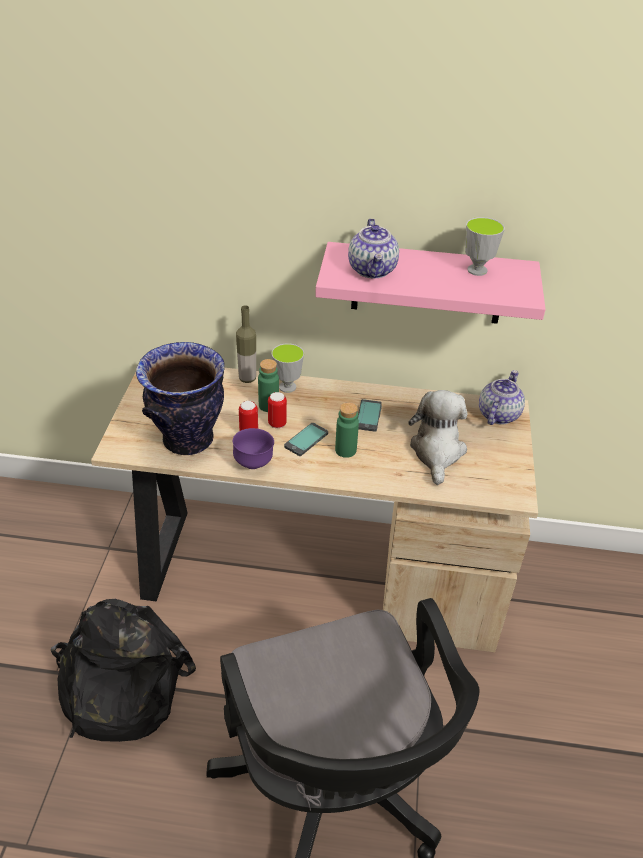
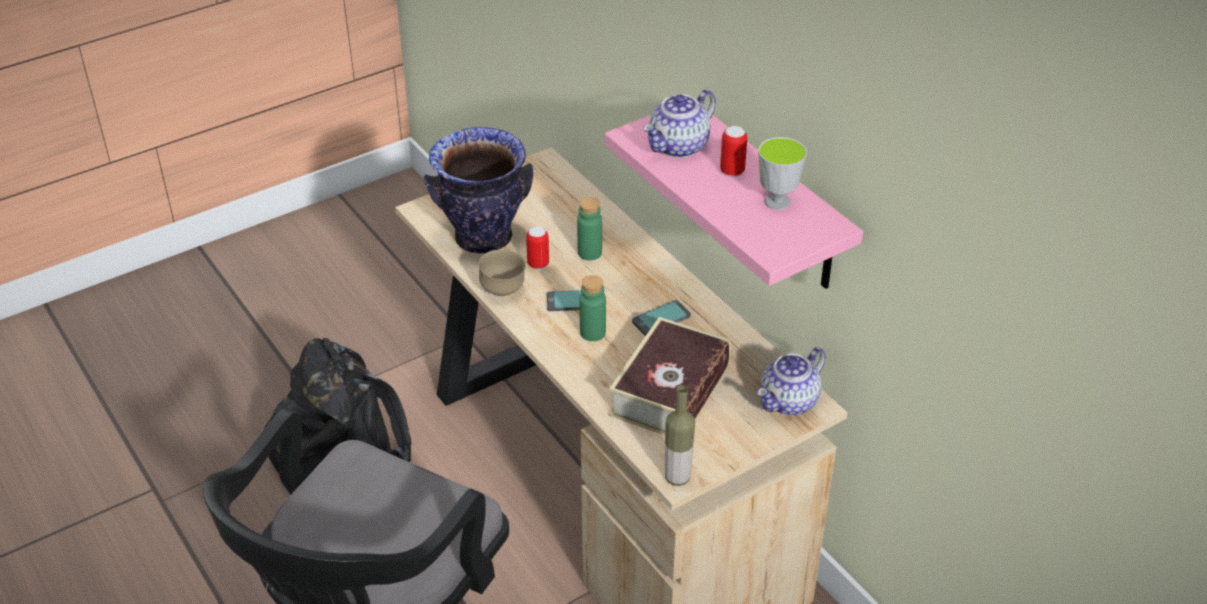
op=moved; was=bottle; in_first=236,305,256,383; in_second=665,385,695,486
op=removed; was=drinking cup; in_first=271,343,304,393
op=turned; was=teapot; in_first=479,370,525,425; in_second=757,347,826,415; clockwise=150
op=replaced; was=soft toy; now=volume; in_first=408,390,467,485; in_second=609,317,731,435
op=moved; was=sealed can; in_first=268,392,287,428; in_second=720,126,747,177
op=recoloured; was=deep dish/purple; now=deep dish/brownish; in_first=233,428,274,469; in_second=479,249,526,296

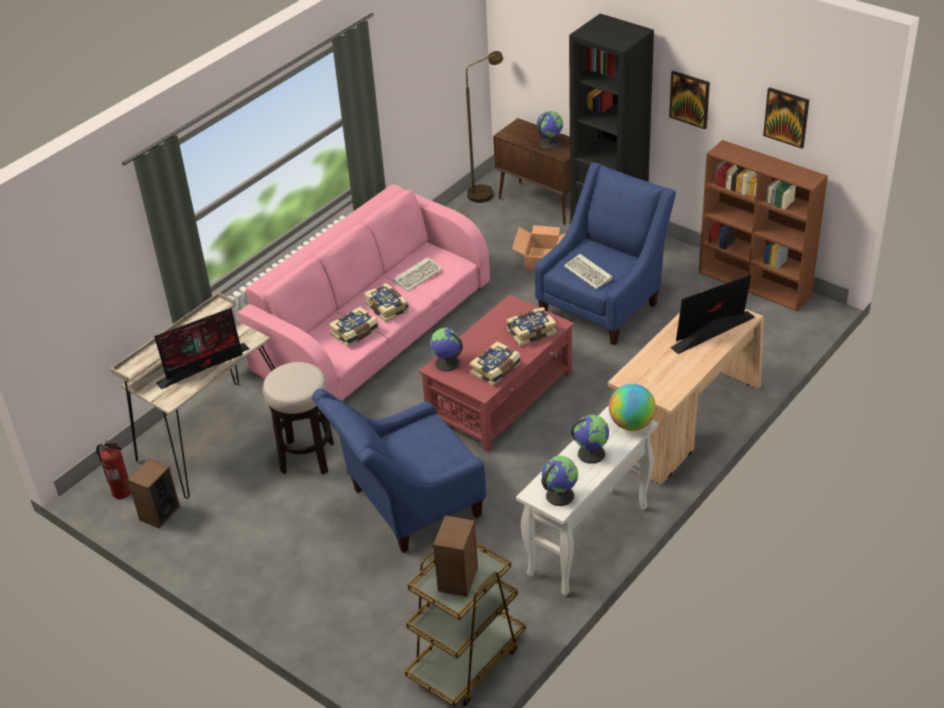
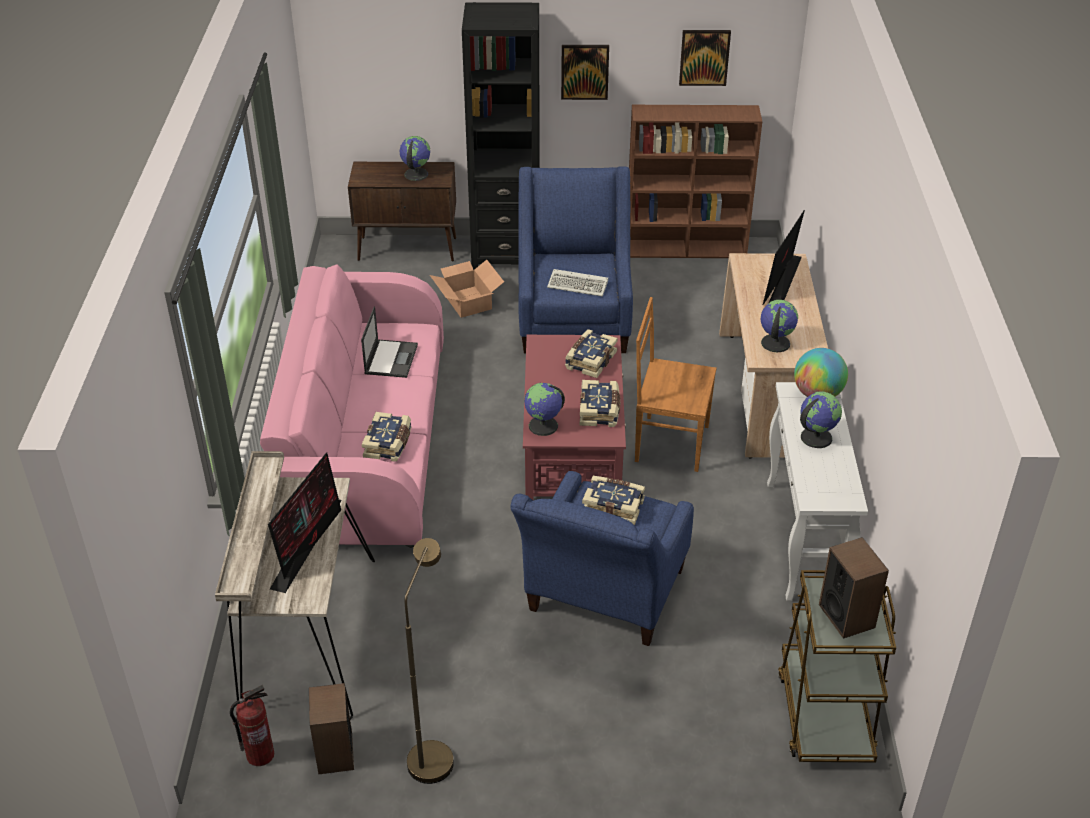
op=moved; was=floor lamp/brownish; in_first=466,51,503,203; in_second=405,538,454,784
op=replaced; was=PC keyboard; now=notebook computer; in_first=393,257,442,291; in_second=361,306,418,378
op=moved; was=volume; in_first=364,283,409,323; in_second=582,476,645,525
op=removed; was=sitting stool; in_first=263,362,334,475
op=moved; was=globe; in_first=541,456,578,506; in_second=761,300,798,352
op=added; now=upright chair/brownish; in_second=635,297,717,472

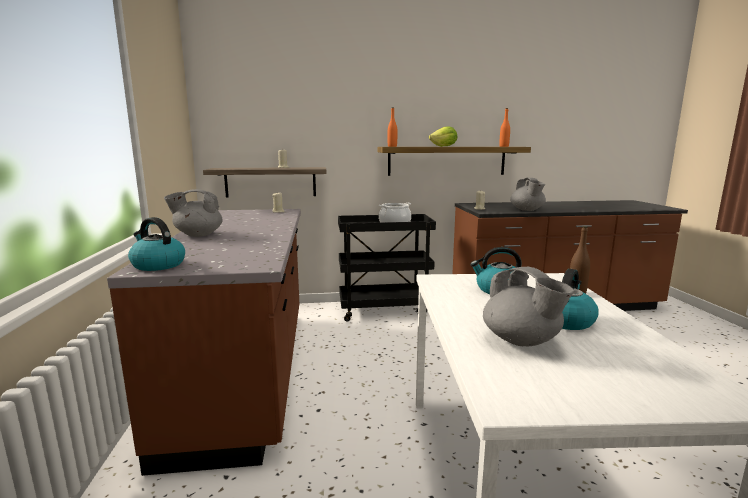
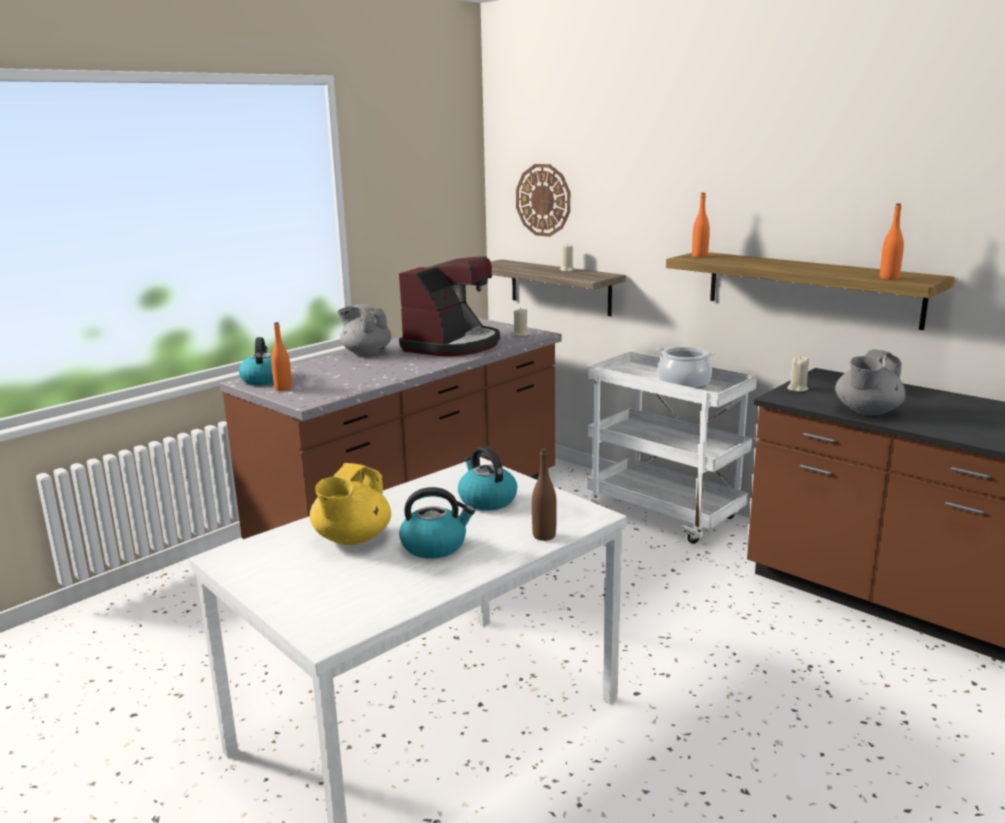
op=removed; was=lettuce head; in_first=429,126,457,147
op=recoloured; was=trolley/black; now=trolley/white; in_first=338,214,436,322; in_second=587,351,757,544
op=recoloured; was=teapot/grey; now=teapot/yellowish; in_first=483,267,574,346; in_second=310,463,391,545
op=added; now=clock on the wall; in_second=516,164,570,237
op=added; now=coffee maker; in_second=399,256,500,356
op=added; now=bottle/orangey; in_second=271,322,292,391

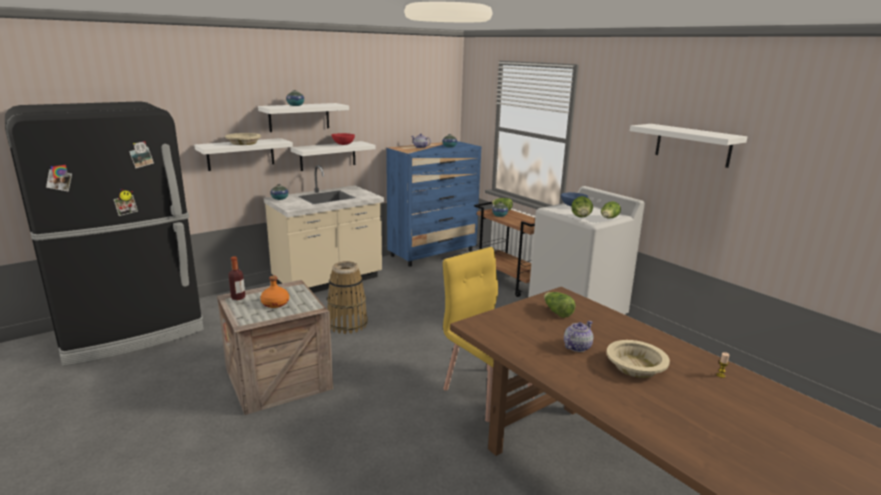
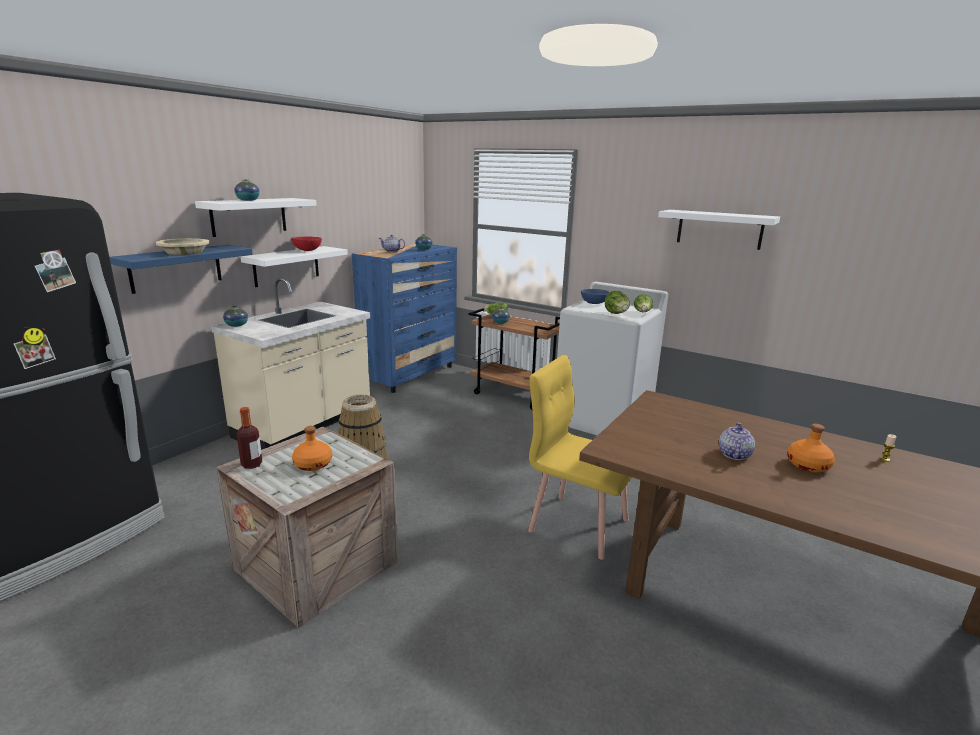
op=recoloured; was=wall shelf/white; now=wall shelf/blue; in_first=194,138,293,171; in_second=110,245,253,294
op=removed; was=lettuce head; in_first=544,292,576,318
op=replaced; was=deep dish/sand-coloured; now=bottle/orangey; in_first=607,340,670,378; in_second=787,424,835,473

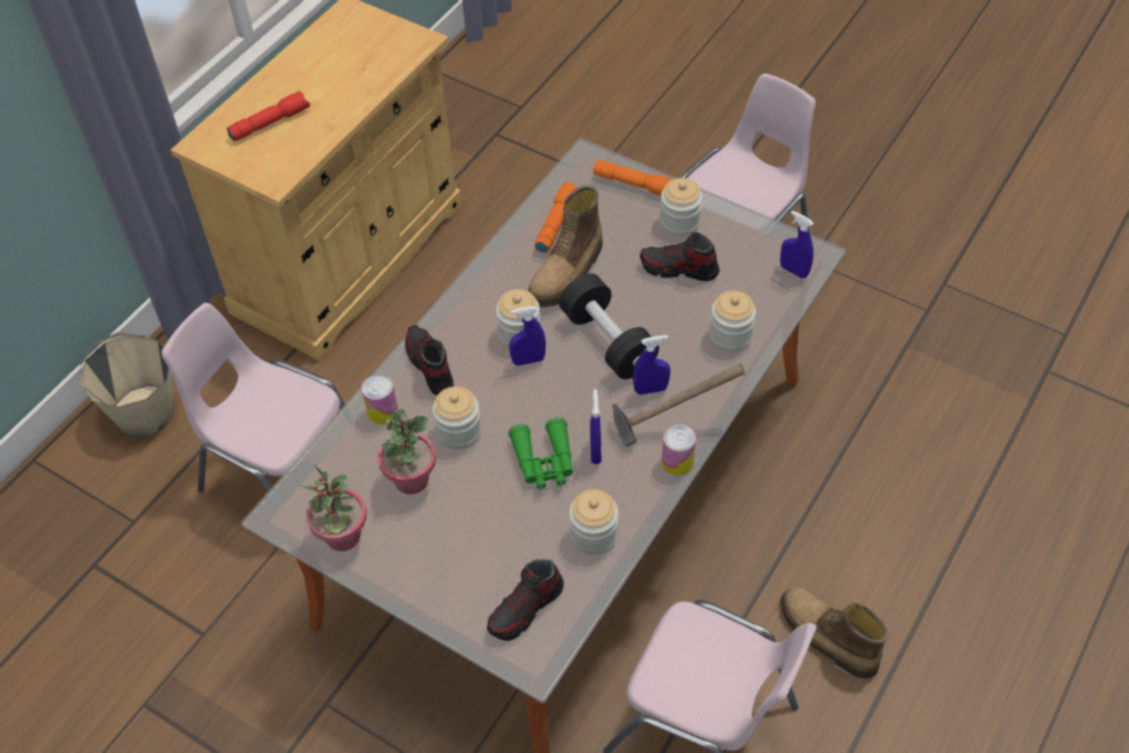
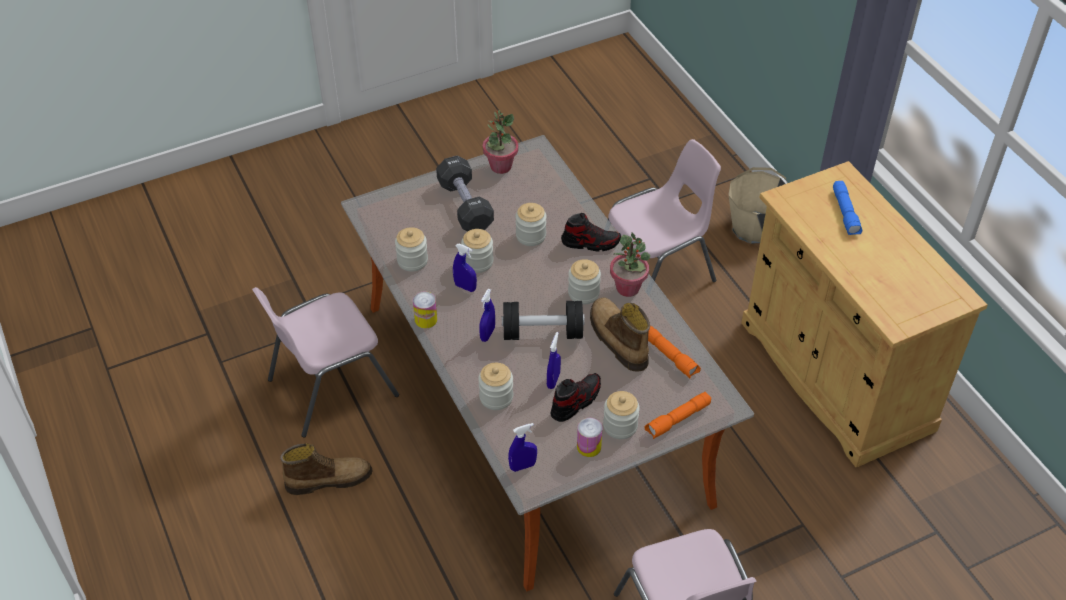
op=recoloured; was=hand torch/reddish; now=hand torch/blue; in_first=226,91,310,142; in_second=833,181,862,235
op=moved; was=spray bottle/blue; in_first=509,306,546,366; in_second=547,332,561,389
op=removed; was=hammer; in_first=612,363,745,446
op=moved; was=sealed can; in_first=361,374,398,424; in_second=577,418,602,457
op=moved; was=houseplant; in_first=378,408,436,494; in_second=610,233,650,297
op=replaced; was=field glasses/green; now=storage jar; in_first=509,418,573,489; in_second=461,229,494,273
op=removed; was=shoe; in_first=487,559,564,641
op=added; now=free weight/black; in_second=436,155,494,231

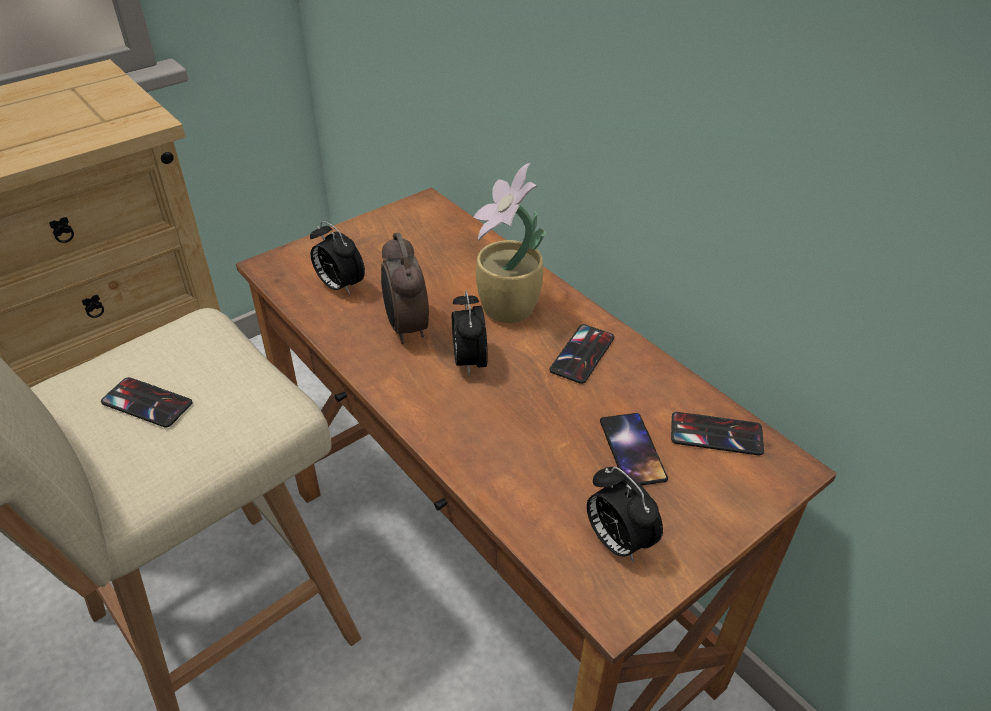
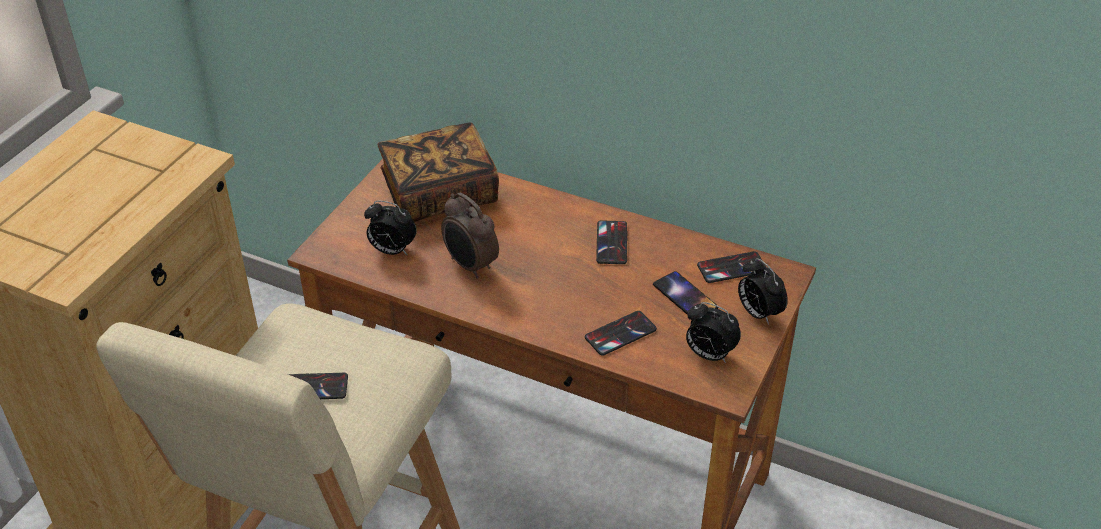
op=removed; was=houseplant; in_first=473,163,546,323
op=moved; was=bedside clock; in_first=452,290,488,376; in_second=738,258,788,325
op=added; now=volume; in_second=378,123,499,222
op=added; now=telephone; in_second=585,311,657,356

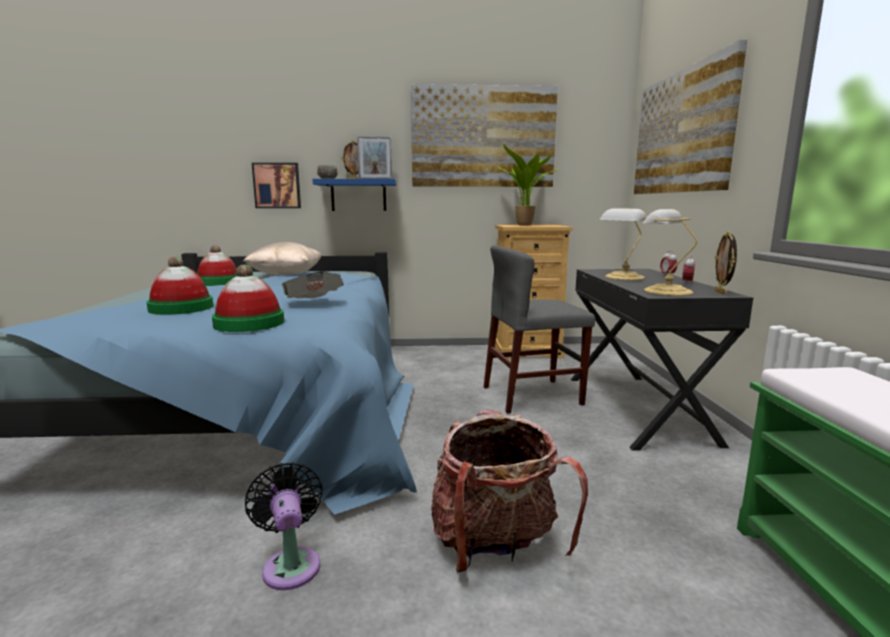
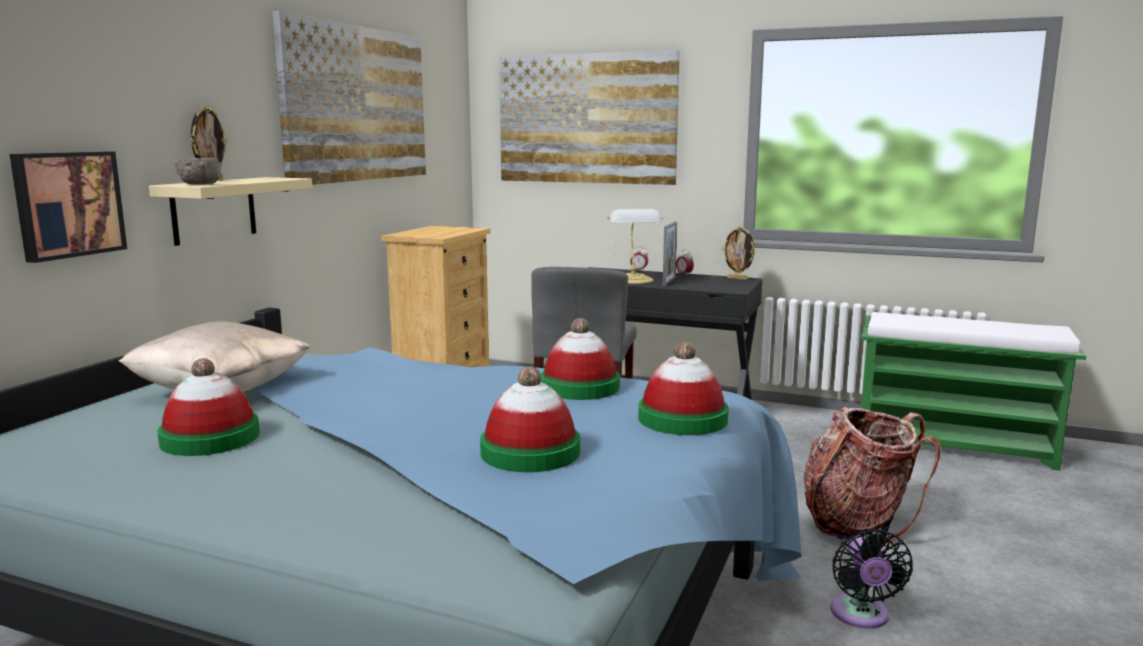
op=moved; was=photo frame; in_first=357,136,392,179; in_second=663,222,677,286
op=removed; was=houseplant; in_first=497,144,559,226
op=recoloured; was=wall shelf/blue; now=wall shelf/sand-coloured; in_first=313,179,397,211; in_second=149,177,312,246
op=removed; was=tabletop lamp; in_first=643,209,697,296
op=replaced; was=newspaper; now=hat; in_first=282,271,344,298; in_second=541,318,620,400
op=turned; was=electric fan/black; in_first=245,462,323,590; in_second=830,529,913,629; clockwise=-90

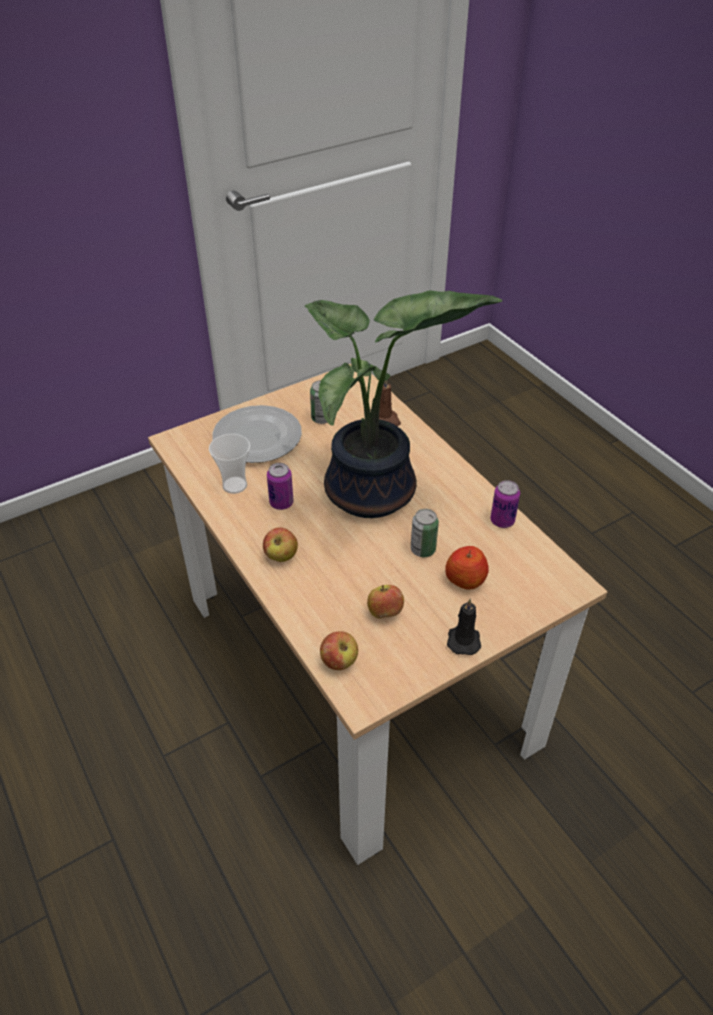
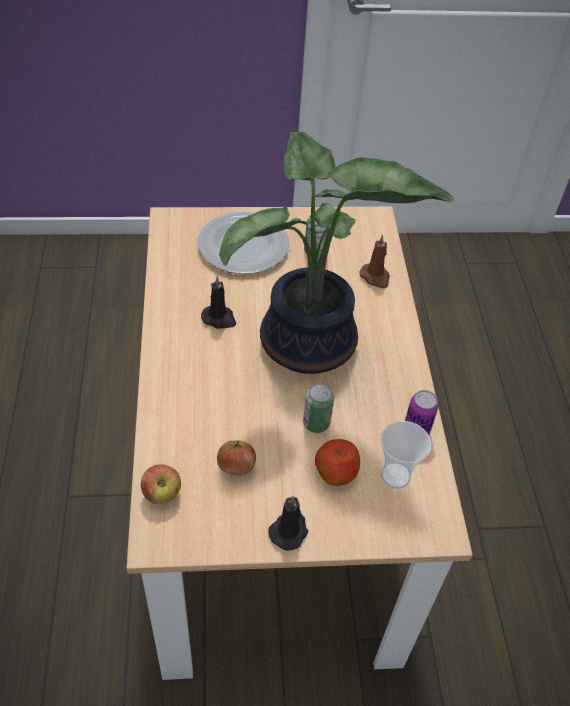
op=moved; was=drinking cup; in_first=209,434,250,494; in_second=380,421,431,489
op=replaced; was=sealed can; now=candle/black; in_first=267,463,294,510; in_second=201,276,236,329
op=removed; was=whole apple; in_first=263,528,298,562

